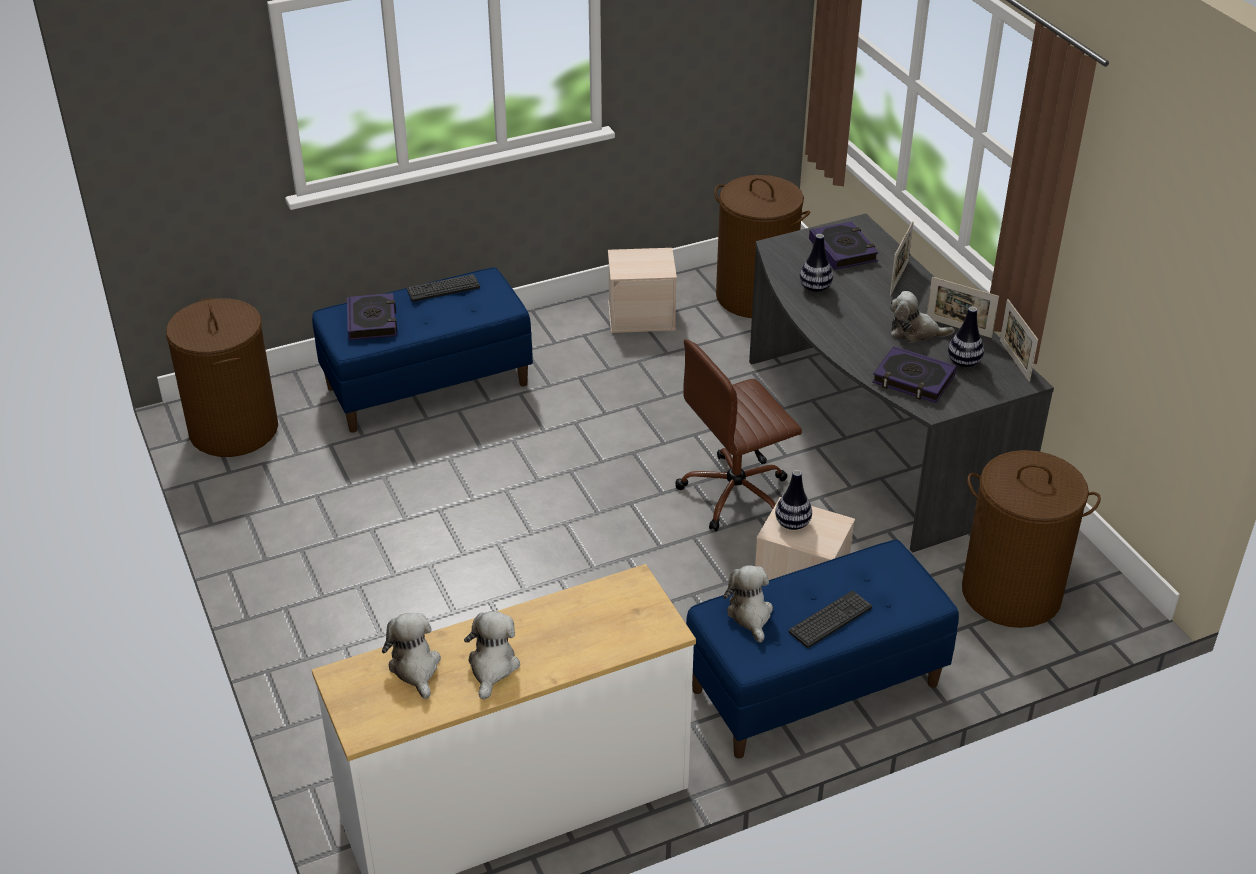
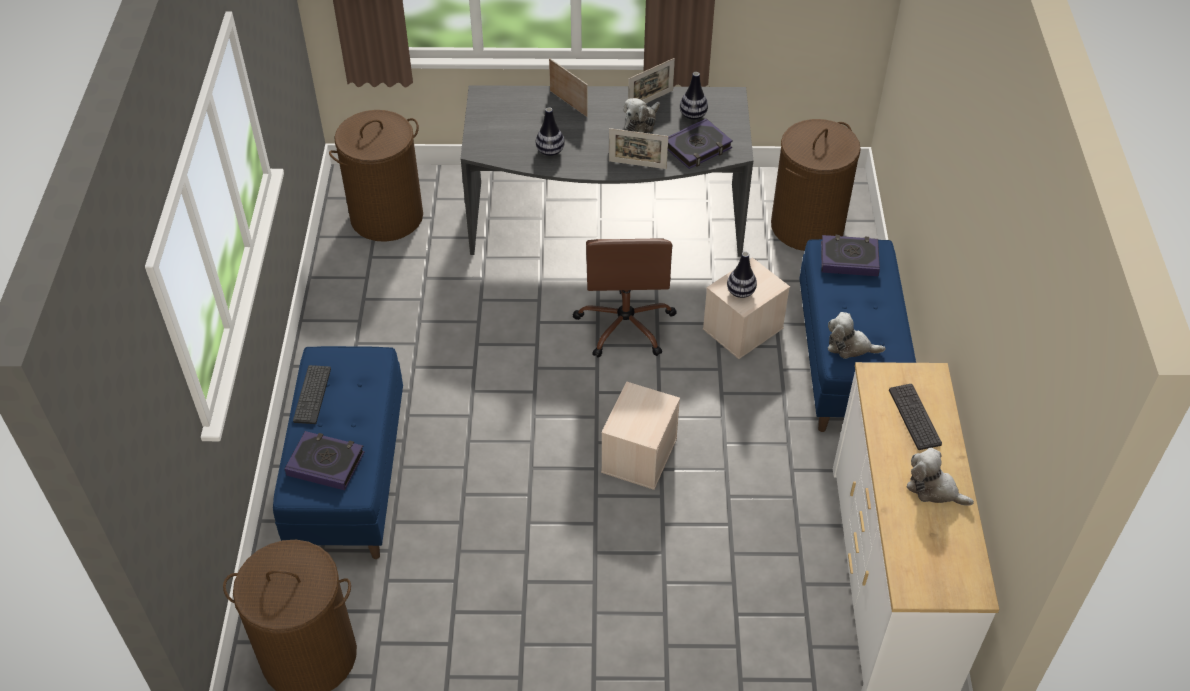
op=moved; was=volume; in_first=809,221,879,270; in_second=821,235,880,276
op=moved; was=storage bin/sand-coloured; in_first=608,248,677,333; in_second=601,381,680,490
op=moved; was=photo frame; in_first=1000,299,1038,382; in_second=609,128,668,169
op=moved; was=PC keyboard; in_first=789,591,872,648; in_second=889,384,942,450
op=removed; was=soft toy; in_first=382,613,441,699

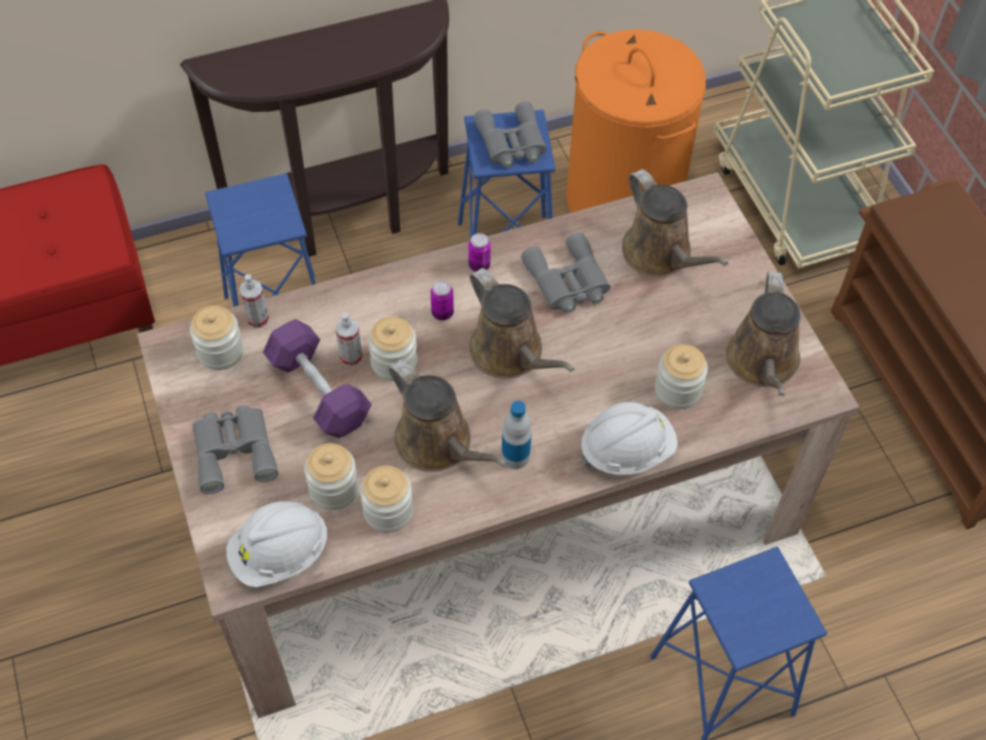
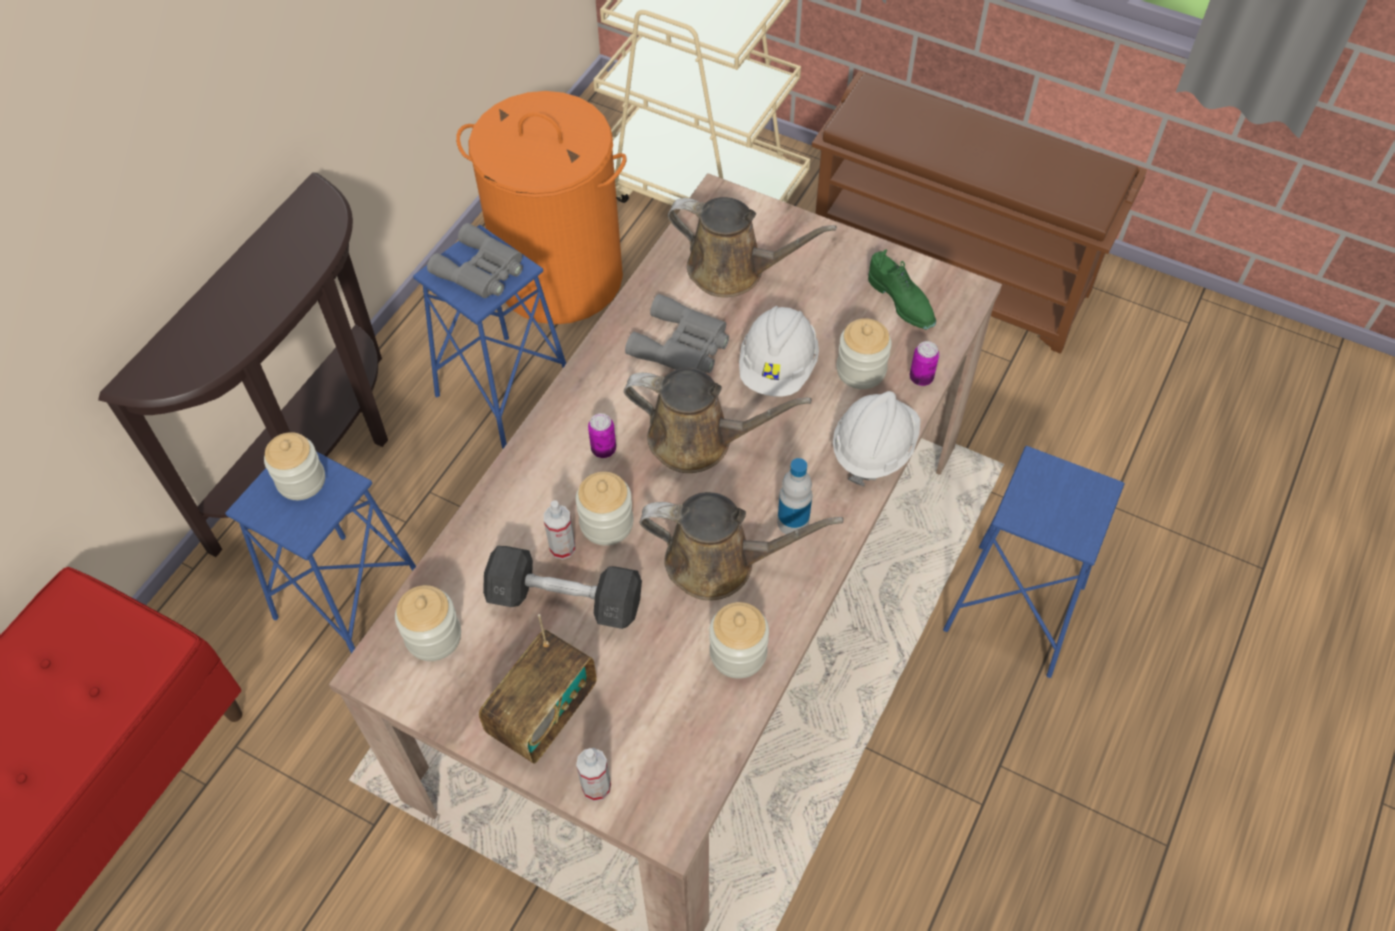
op=moved; was=sealed can; in_first=468,233,491,272; in_second=910,341,939,386
op=replaced; was=watering can/brownish; now=shoe/green; in_first=726,272,801,396; in_second=868,249,936,330
op=moved; was=spray bottle; in_first=239,274,269,328; in_second=576,748,611,801
op=recoloured; was=free weight/purple; now=free weight/grey; in_first=263,319,372,438; in_second=483,546,642,629
op=replaced; was=field glasses/grey; now=radio receiver; in_first=192,405,278,494; in_second=479,614,597,764
op=moved; was=storage jar; in_first=304,443,358,510; in_second=264,432,325,500
op=moved; was=safety helmet/white; in_first=226,501,327,587; in_second=739,306,819,397

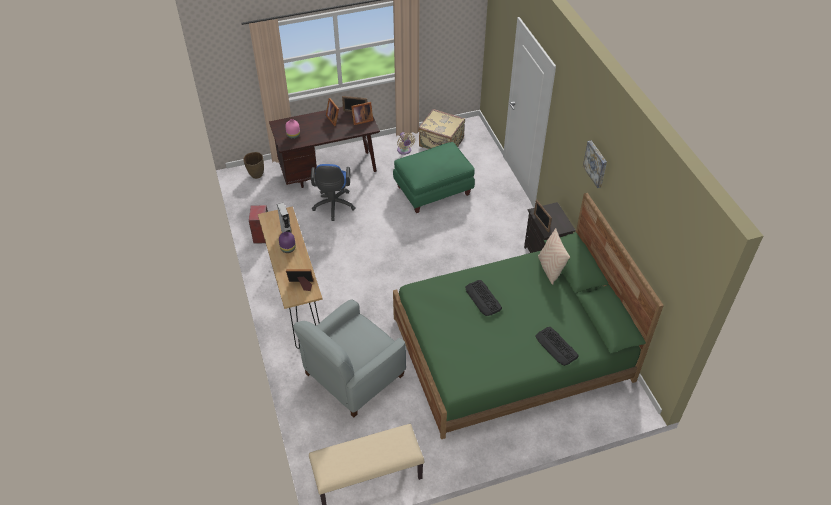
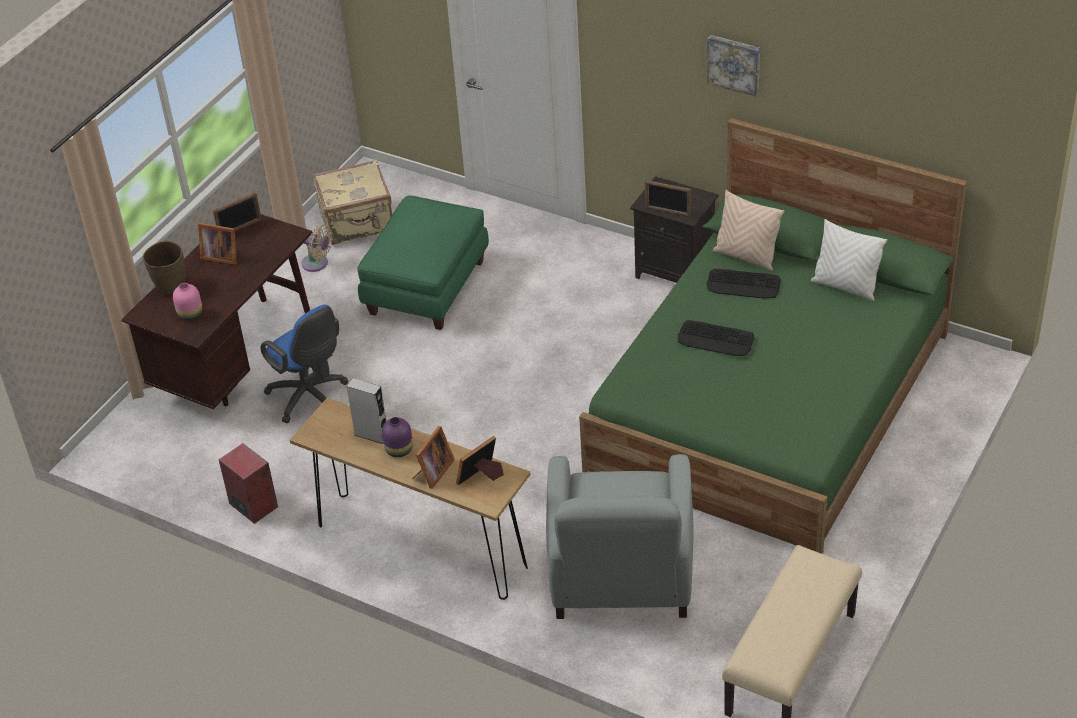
op=moved; was=photo frame; in_first=351,102,373,125; in_second=412,426,455,489
op=moved; was=decorative vase/brownish; in_first=243,152,264,179; in_second=143,241,185,295
op=moved; was=PC keyboard; in_first=536,327,579,366; in_second=707,269,781,299
op=added; now=cushion/white; in_second=811,219,887,301

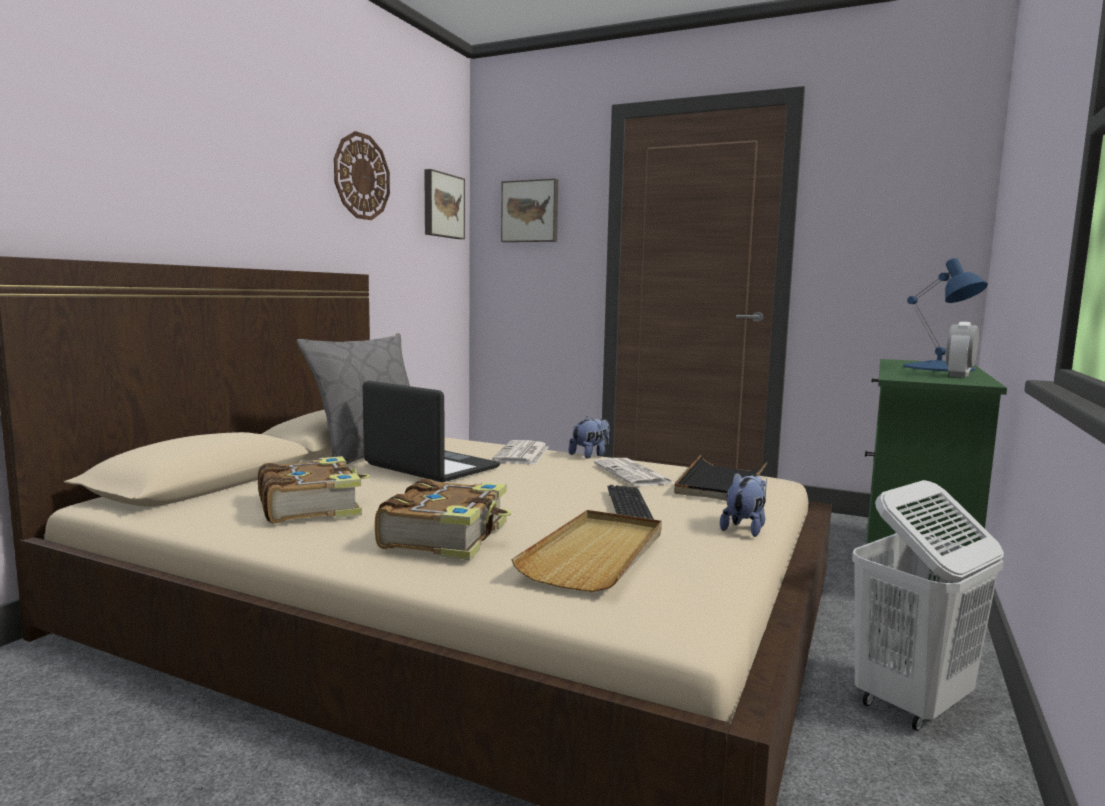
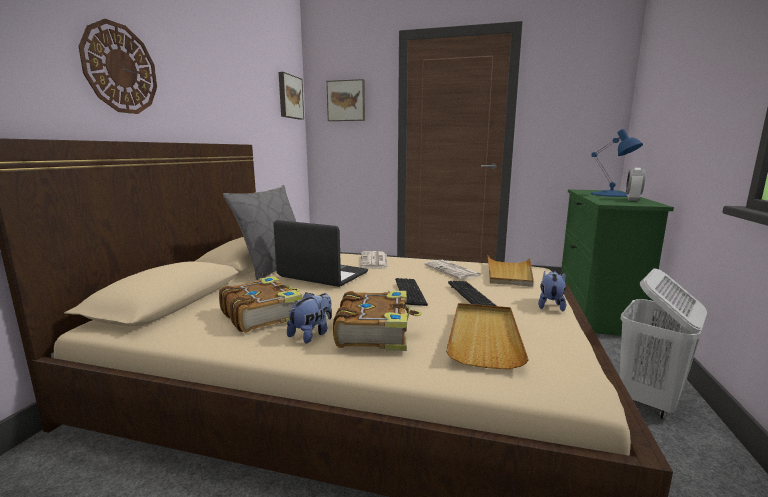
op=moved; was=clock on the wall; in_first=334,131,390,220; in_second=78,19,157,114
op=moved; was=soft toy; in_first=569,416,610,459; in_second=287,292,332,344
op=recoloured; was=serving tray/black; now=serving tray/sand-coloured; in_first=674,455,767,501; in_second=488,256,534,287
op=added; now=PC keyboard; in_second=395,278,428,306

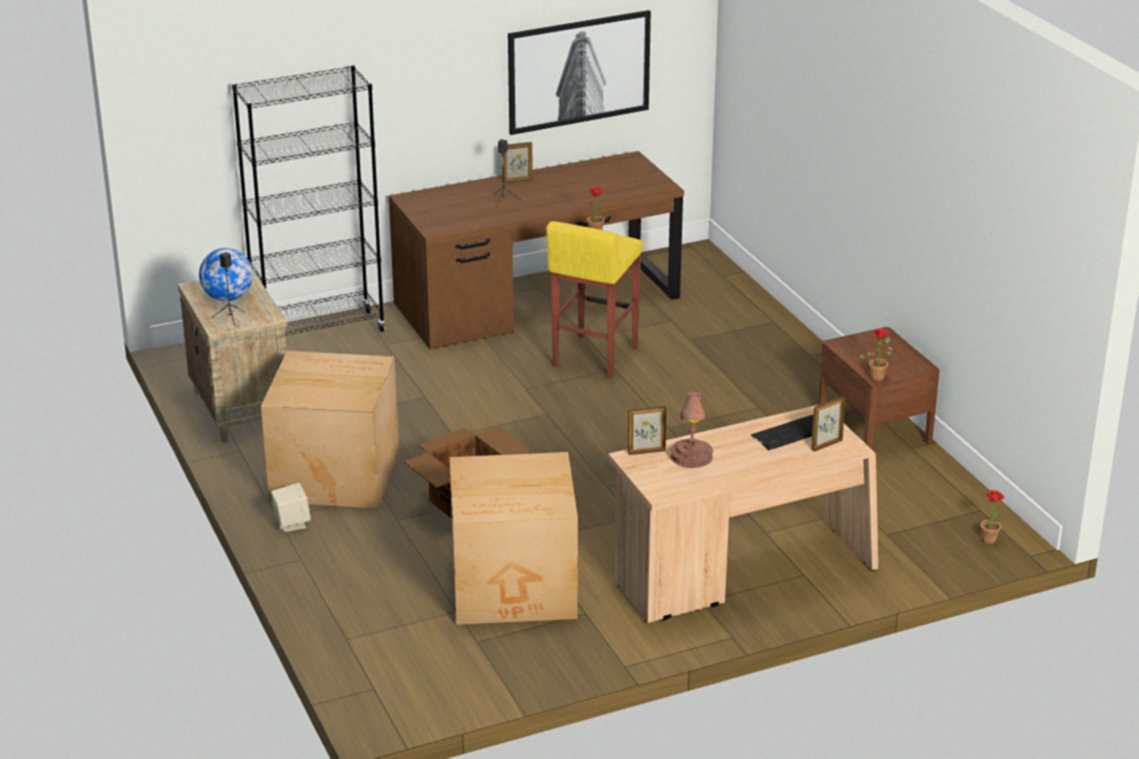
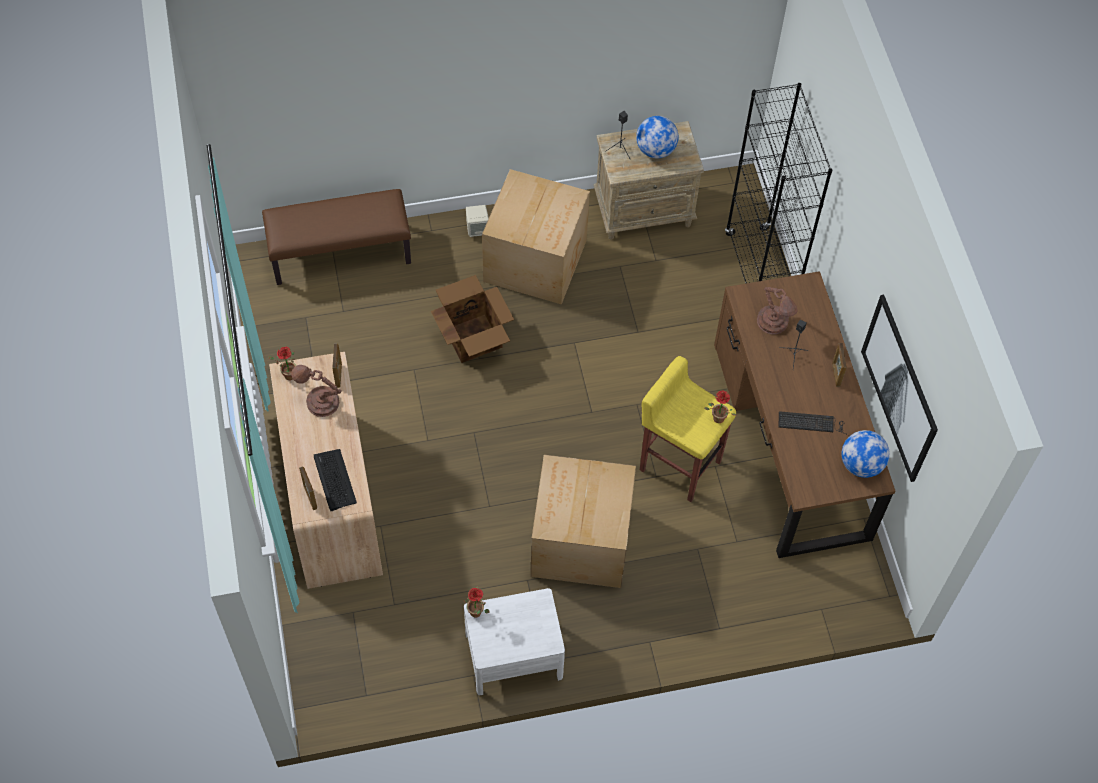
op=recoloured; was=nightstand/brownish; now=nightstand/white; in_first=818,327,939,450; in_second=464,588,565,695
op=moved; was=carton; in_first=449,452,578,625; in_second=531,455,636,588
op=moved; was=houseplant; in_first=980,490,1006,544; in_second=268,347,296,380
op=added; now=indoor bench/brownish; in_second=262,189,411,285
op=added; now=tabletop lamp/brownish; in_second=757,287,797,334
op=added; now=PC keyboard; in_second=778,411,849,436
op=added; now=globe; in_second=842,430,890,478

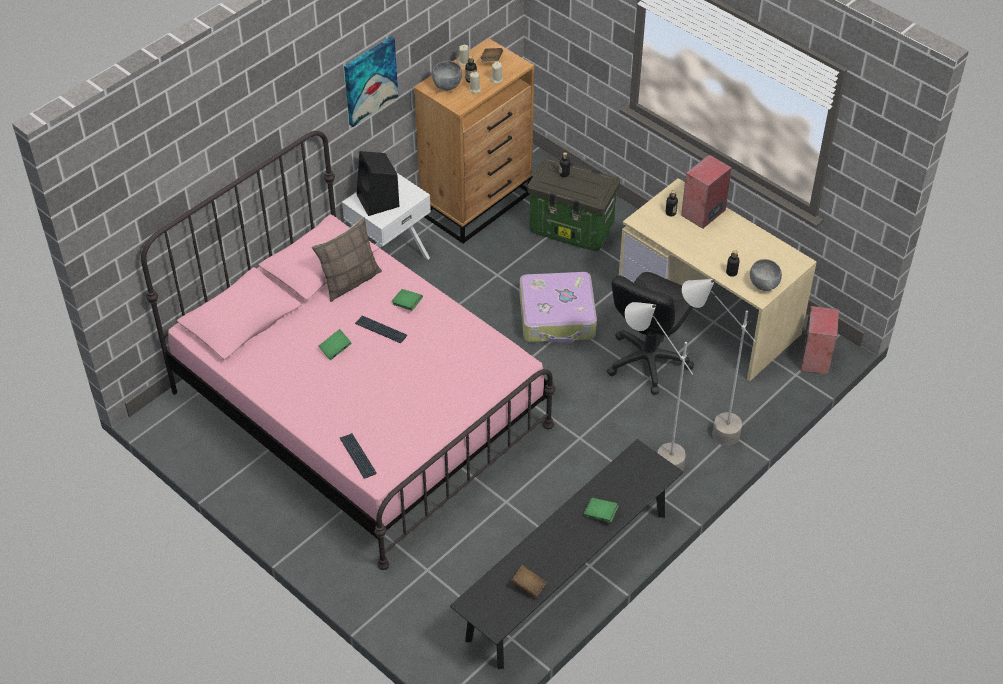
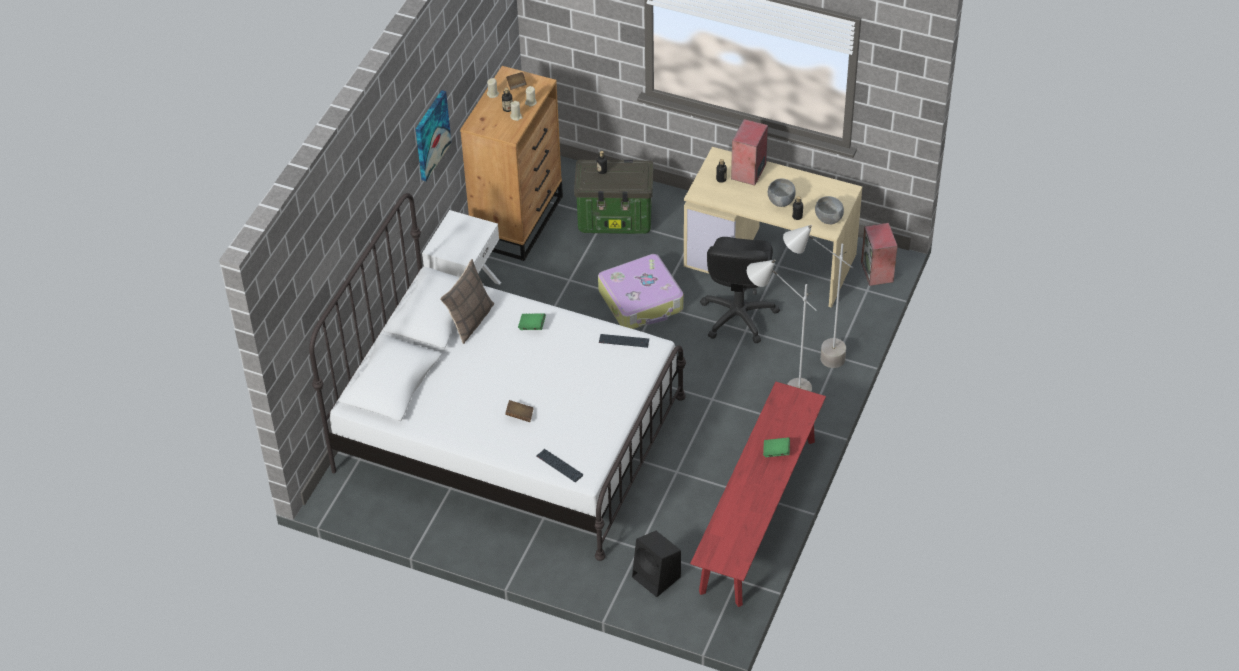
op=moved; was=deep dish/grey; in_first=432,61,462,91; in_second=768,178,796,207
op=recoloured; was=sleeping bed/pink-coloured; now=sleeping bed/white; in_first=141,131,556,570; in_second=309,193,686,561
op=moved; was=audio speaker/black; in_first=357,151,399,216; in_second=632,531,681,597
op=moved; was=PC keyboard; in_first=355,316,407,343; in_second=599,334,649,348
op=removed; was=volume/green; in_first=318,329,352,360
op=recoloured; was=indoor bench/black; now=indoor bench/reddish; in_first=450,439,683,669; in_second=690,382,826,607
op=moved; was=volume/brownish; in_first=511,565,547,598; in_second=505,400,534,422

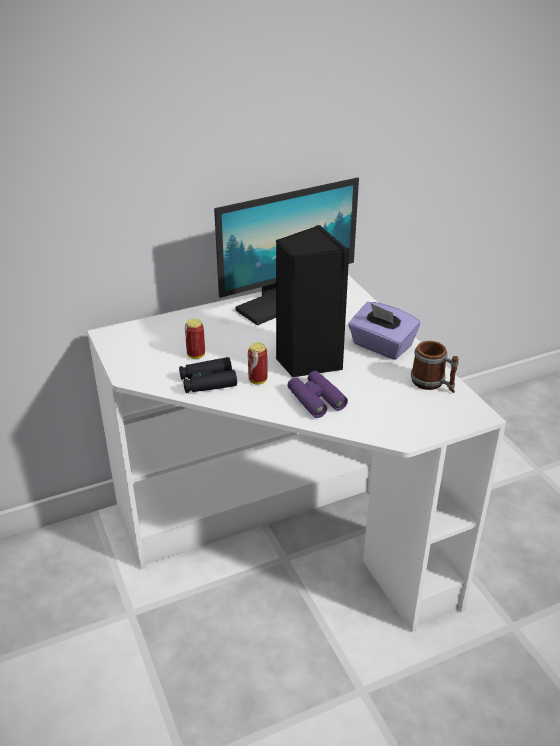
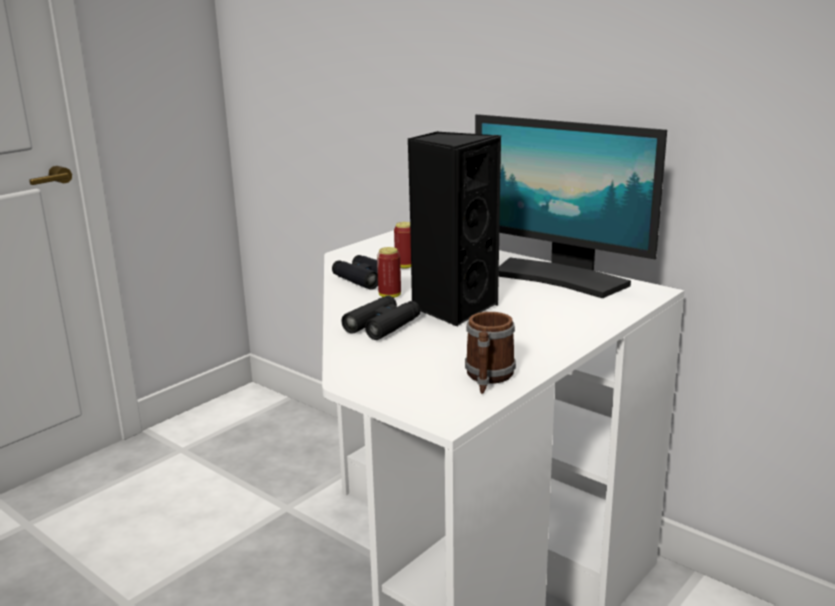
op=removed; was=box of tissues/purple; in_first=348,302,420,360
op=recoloured; was=field glasses/purple; now=field glasses/black; in_first=288,371,348,418; in_second=341,296,420,340

